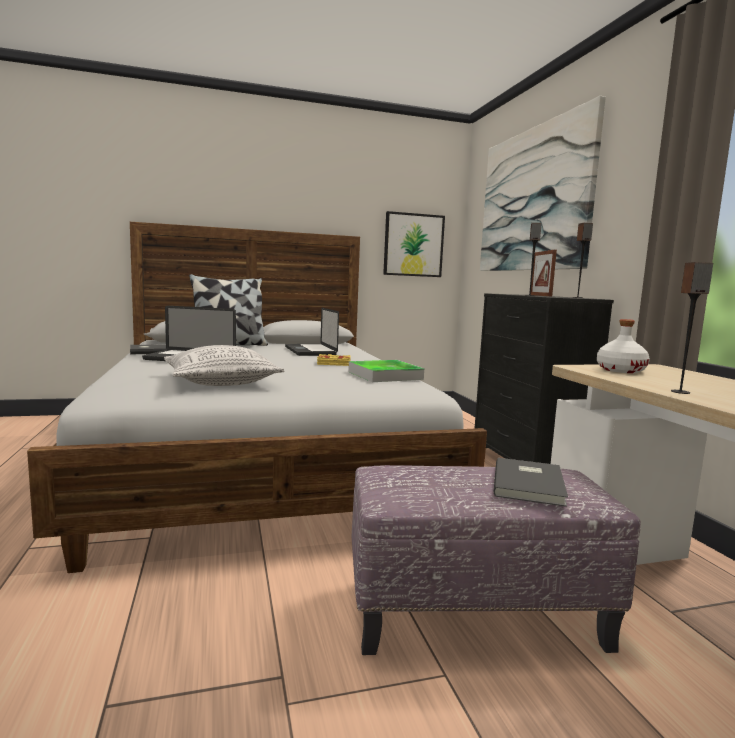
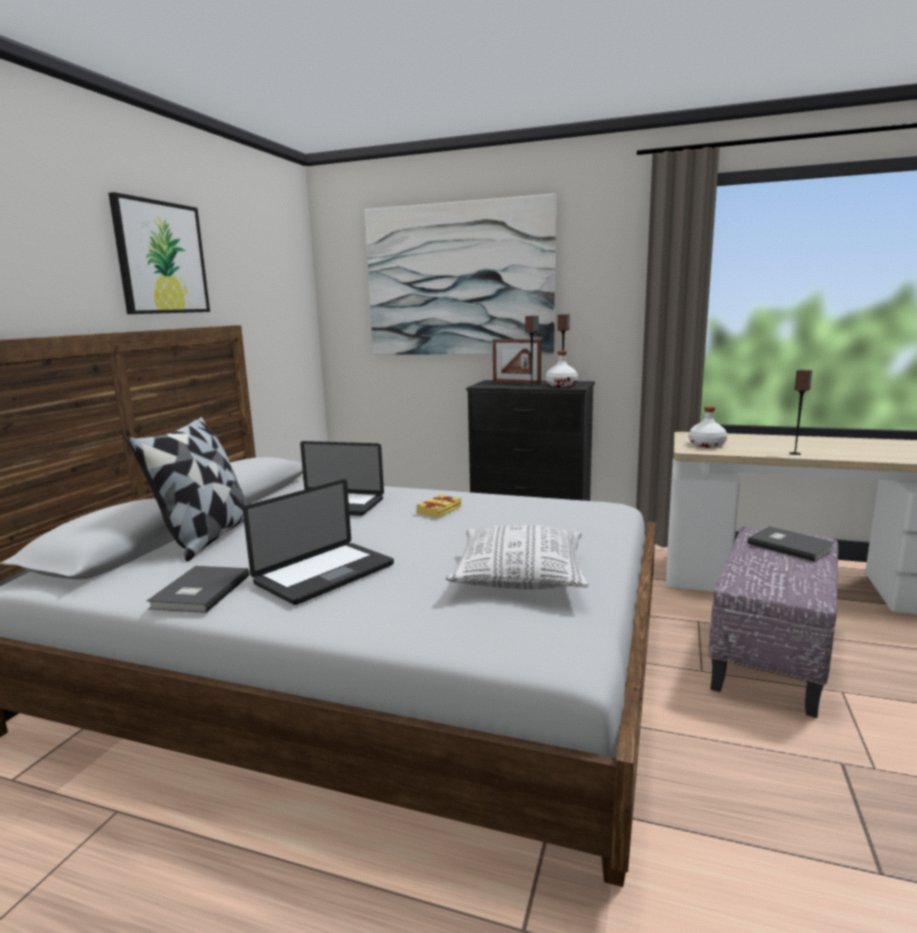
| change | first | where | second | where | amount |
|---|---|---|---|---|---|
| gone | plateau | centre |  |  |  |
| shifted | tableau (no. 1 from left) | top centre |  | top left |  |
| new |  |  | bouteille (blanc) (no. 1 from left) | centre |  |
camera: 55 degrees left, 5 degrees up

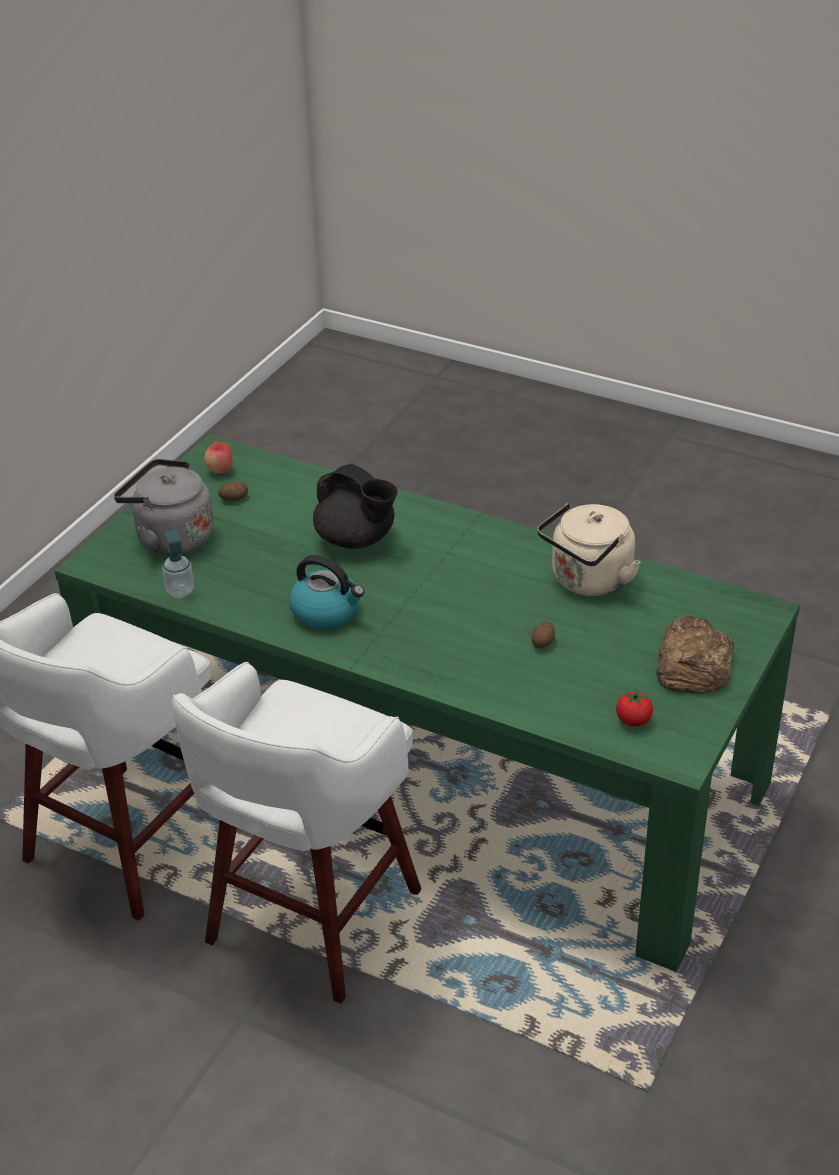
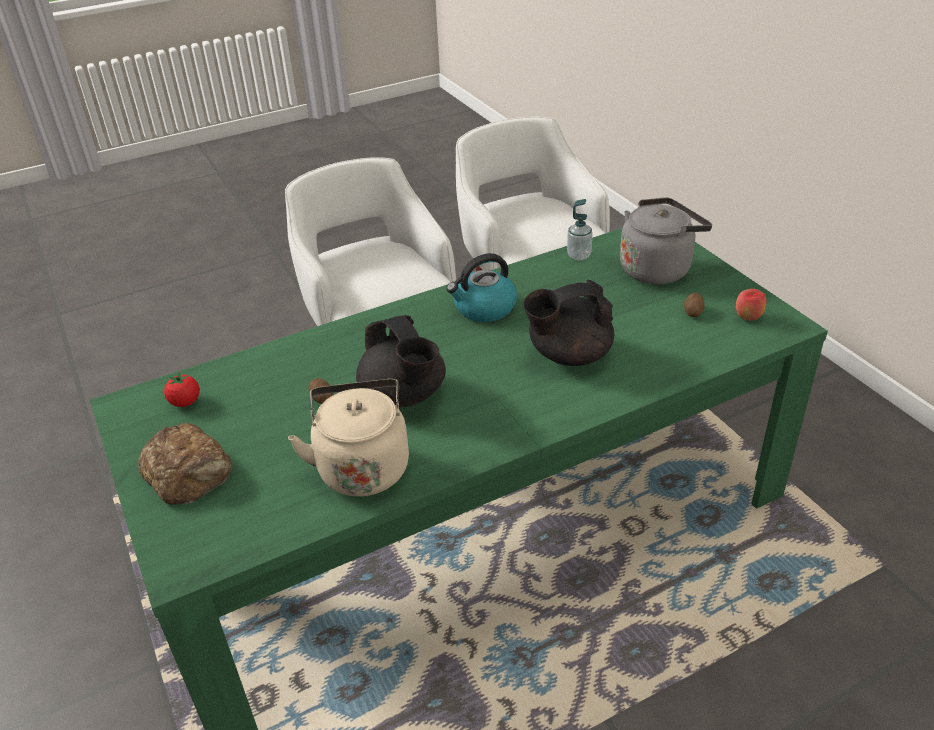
| change | first | where | second | where | amount |
|---|---|---|---|---|---|
| new |  |  | théière (noir) (no. 1 from left) | centre |  |
camera: 125 degrees right, 0 degrees up

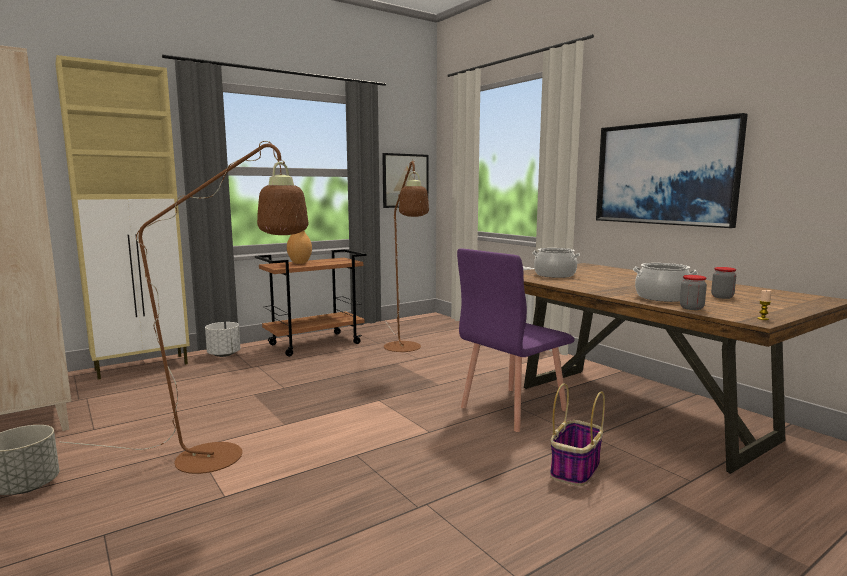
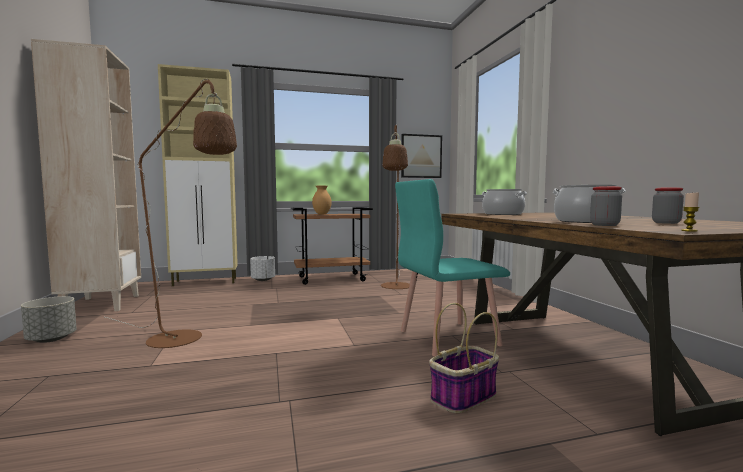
| change | first | where | second | where | amount |
|---|---|---|---|---|---|
| repainted | chaise (violet) | centre | chaise (turquoise) | centre |  |
| gone | tableau (no. 2 from left) | top right |  |  |  |
camera: 20 degrees right, 5 degrees down

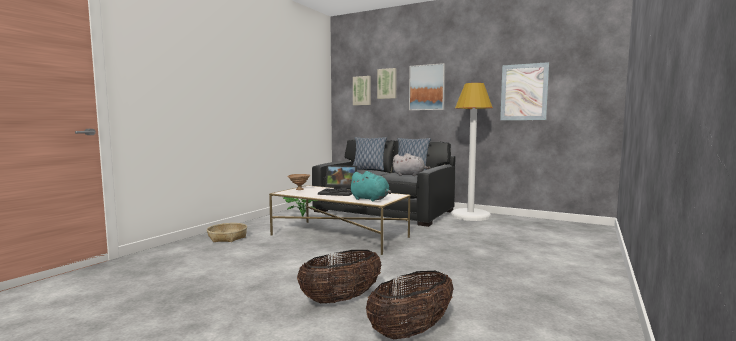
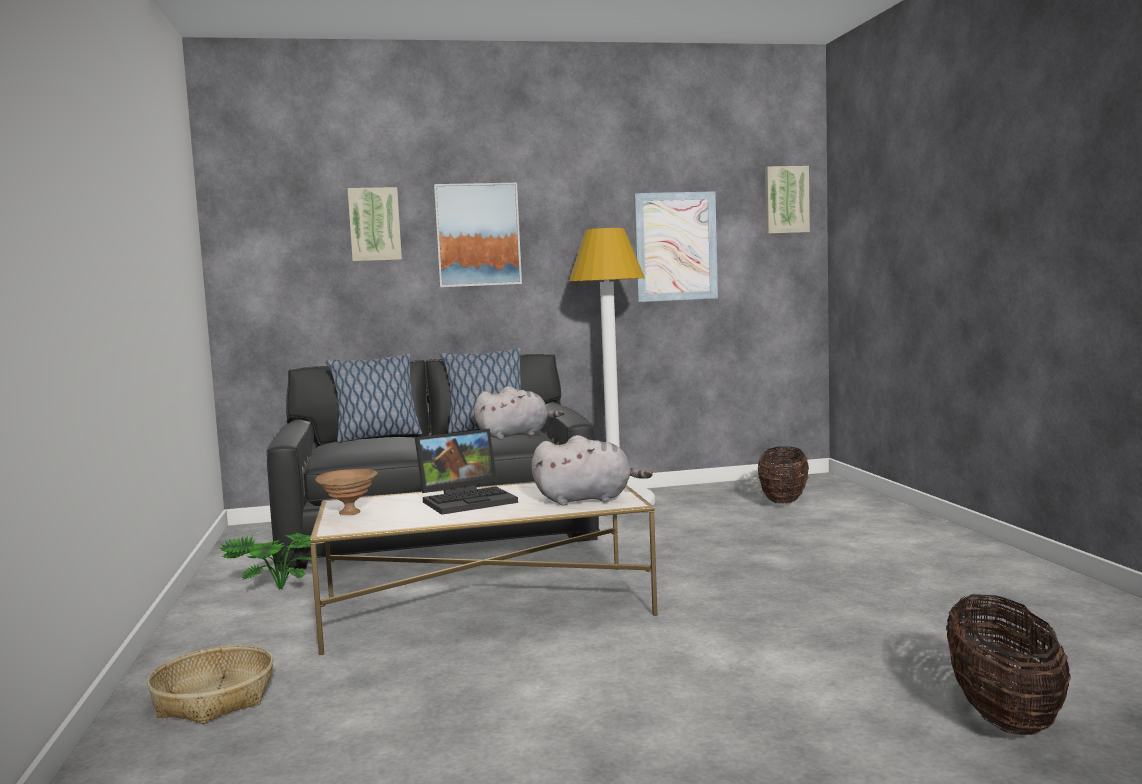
| change | first | where | second | where | amount |
|---|---|---|---|---|---|
| shifted | panier (no. 2 from left) | bottom centre |  | middle right |  |
| repainted | peluche (turquoise) | centre | peluche (gris) (no. 2 from left) | centre |  |
| shifted | tableau (no. 1 from left in the first image) | top centre | tableau (no. 4 from left) | top right |  |
camera: 40 degrees left, 0 degrees up

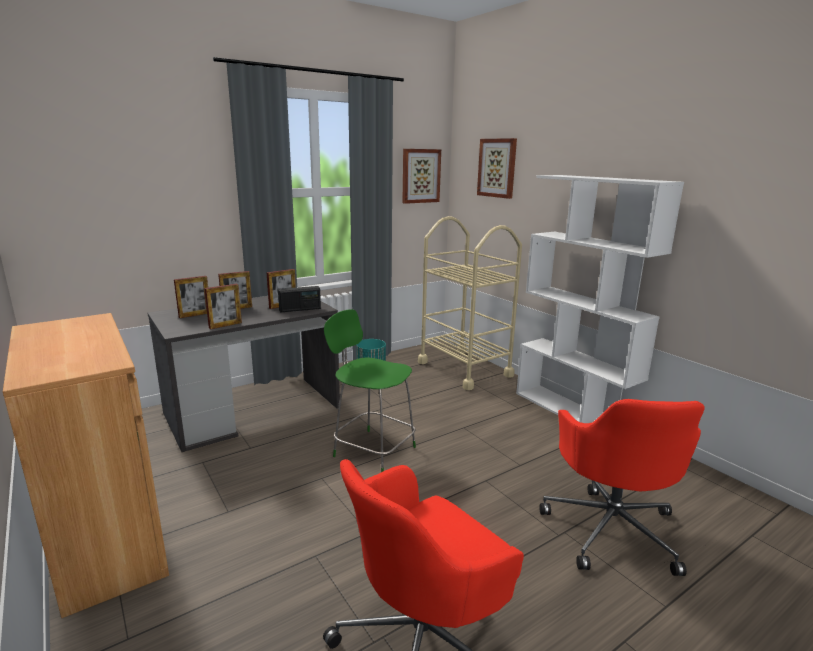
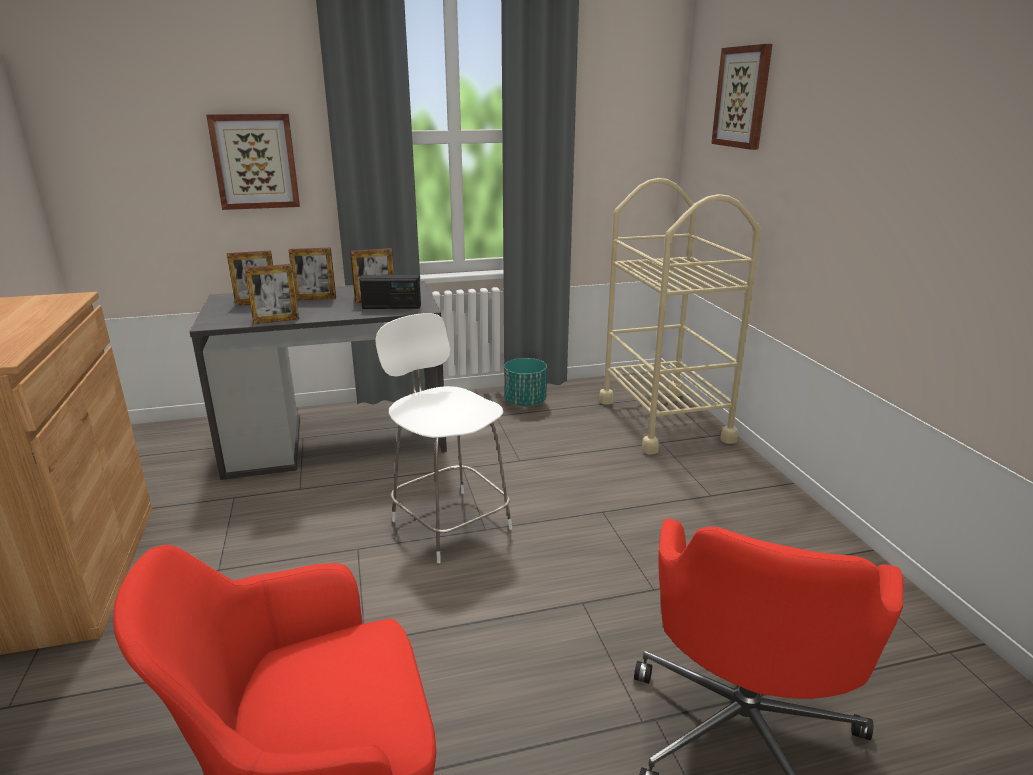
| change | first | where | second | where | amount |
|---|---|---|---|---|---|
| repainted | chaise (vert) | centre | chaise (blanc) | centre |  |
| shifted | tableau (no. 1 from left) | top centre |  | top left |  |
| gone | bibliothèque (blanc) | middle right |  |  |  |
camera: 20 degrees right, 5 degrees up

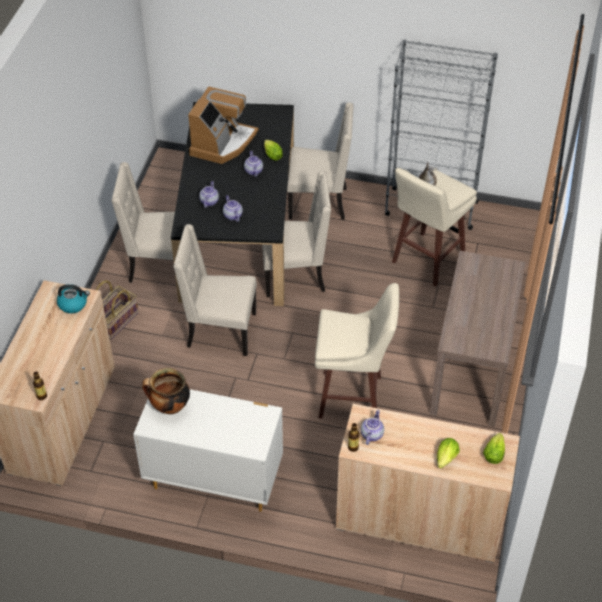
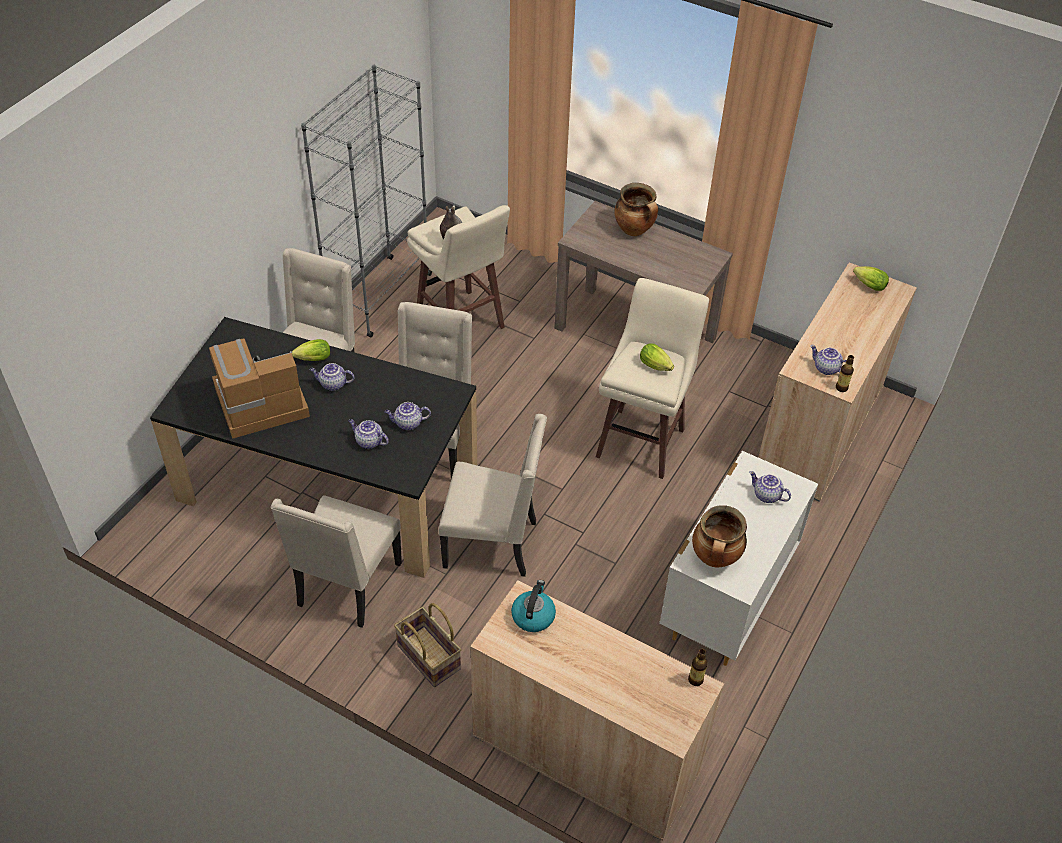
| change | first | where | second | where | amount |
|---|---|---|---|---|---|
| rotated | chaise (beige) (no. 2 from left in the first image) | centre | chaise (beige) (no. 4 from left) | centre | 105 degrees counterclockwise |
| rotated | machine à café | top centre |  | middle left | 60 degrees counterclockwise |
| shifted | laitue (no. 2 from left) | bottom right |  | centre |  |
| new |  |  | marmite (no. 1 from left) | top centre |  |
| new |  |  | théière (no. 4 from left) | middle right |  |
camera: 75 degrees left, 0 degrees up

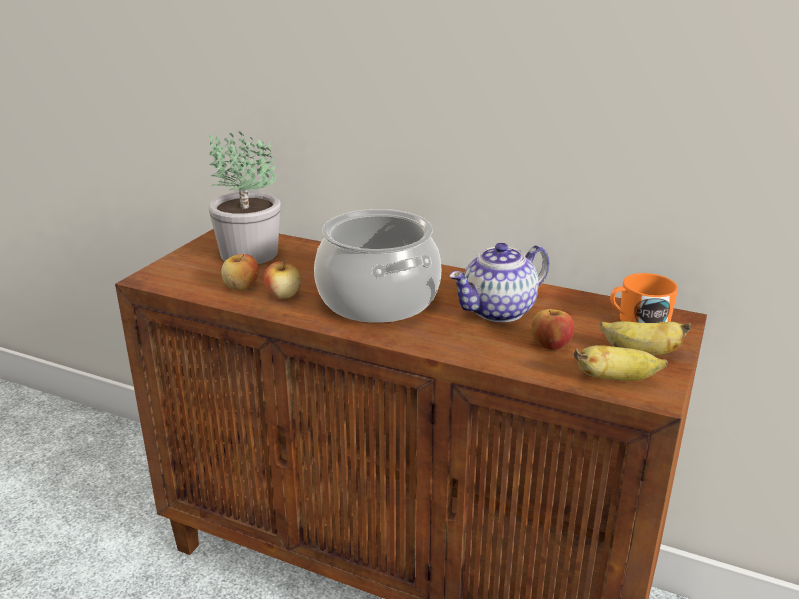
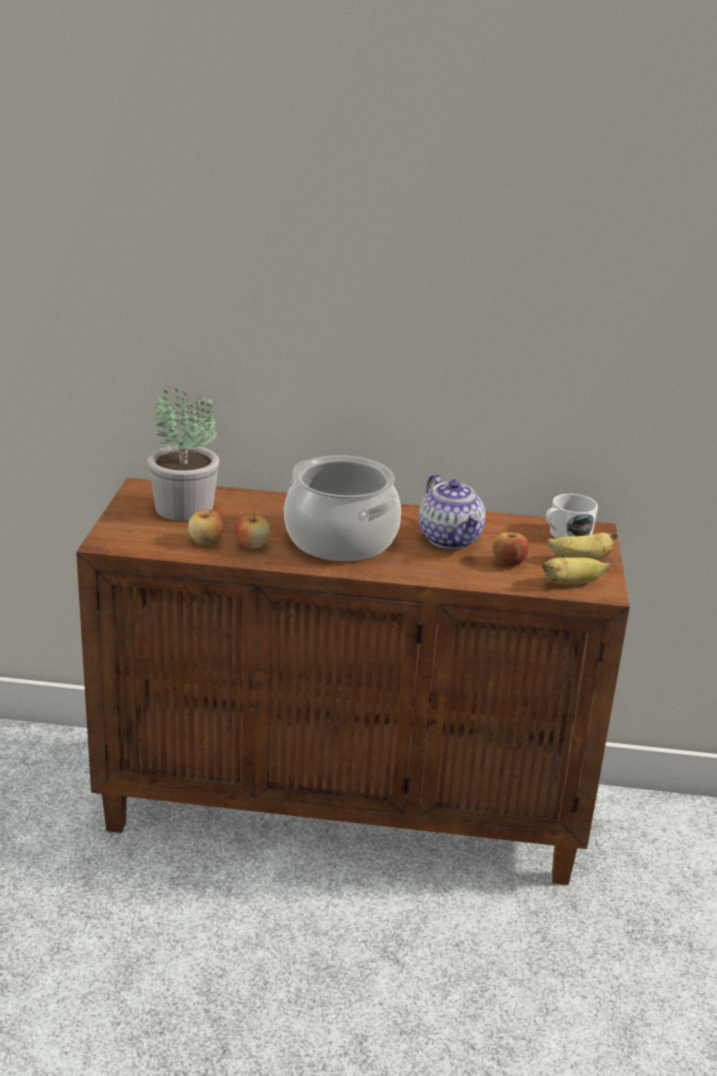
| change | first | where | second | where | amount |
|---|---|---|---|---|---|
| rotated | théière | centre |  | centre | 60 degrees counterclockwise |
| repainted | mug (orange) | middle right | mug (blanc) | middle right |  |
camera: 20 degrees left, 0 degrees up

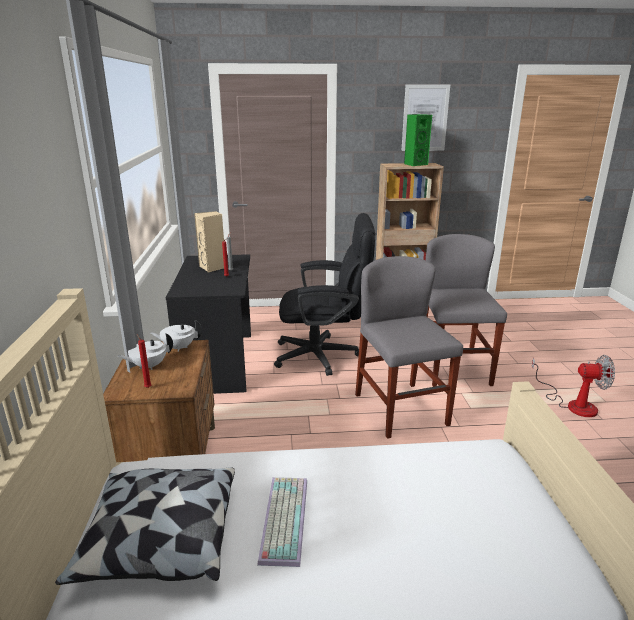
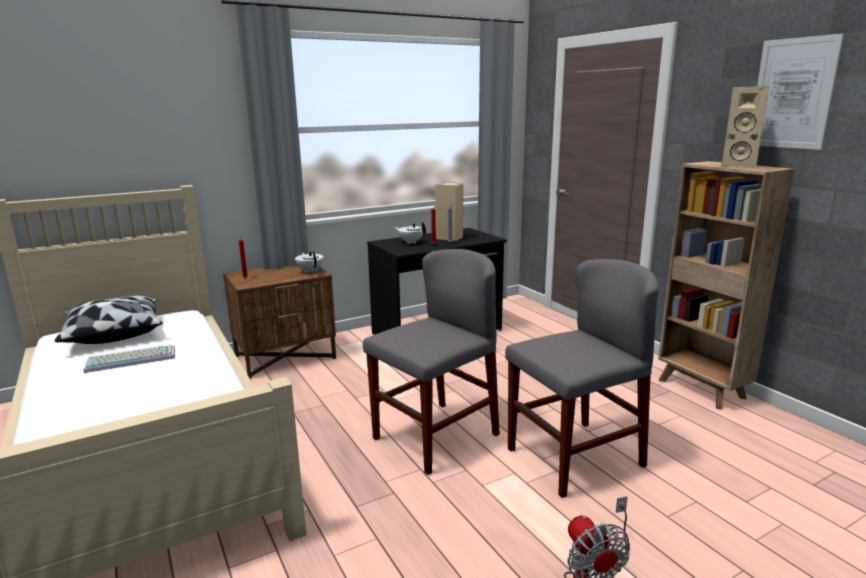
| change | first | where | second | where | amount |
|---|---|---|---|---|---|
| shifted | théière (blanc) (no. 1 from left in the first image) | middle left | théière (blanc) (no. 2 from left) | centre |  |
| gone | chaise de bureau (noir) | centre |  |  |  |
| repainted | enceinte (vert) | top centre | enceinte (beige) (no. 2 from left) | top right |  |
camera: 65 degrees right, 5 degrees down

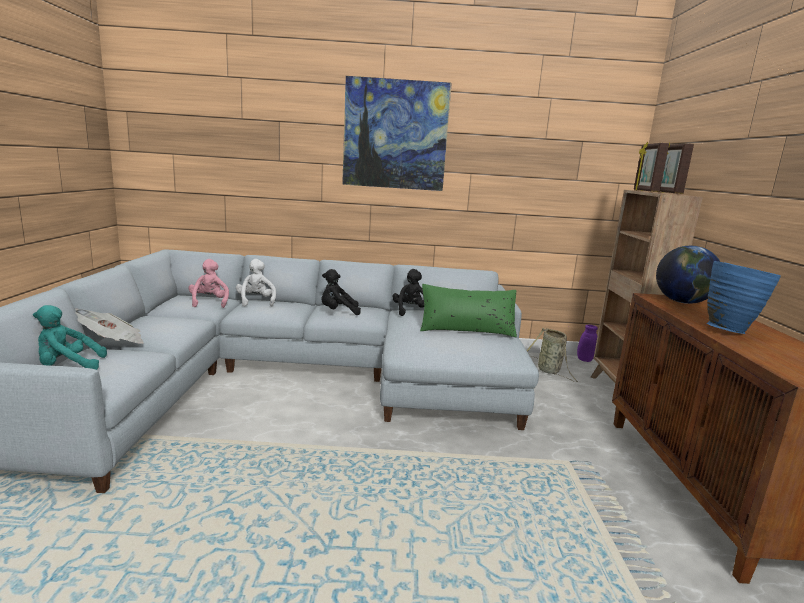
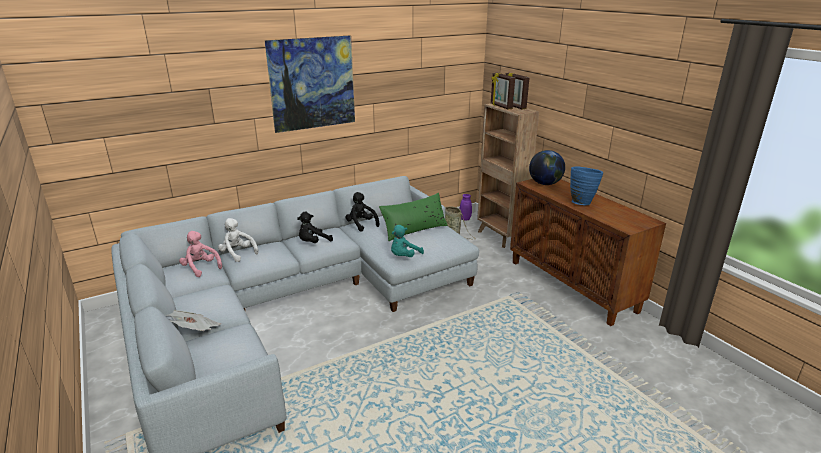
| change | first | where | second | where | amount |
|---|---|---|---|---|---|
| shifted | peluche (turquoise) | middle left |  | centre |  |
camera: 30 degrees left, 10 degrees up

